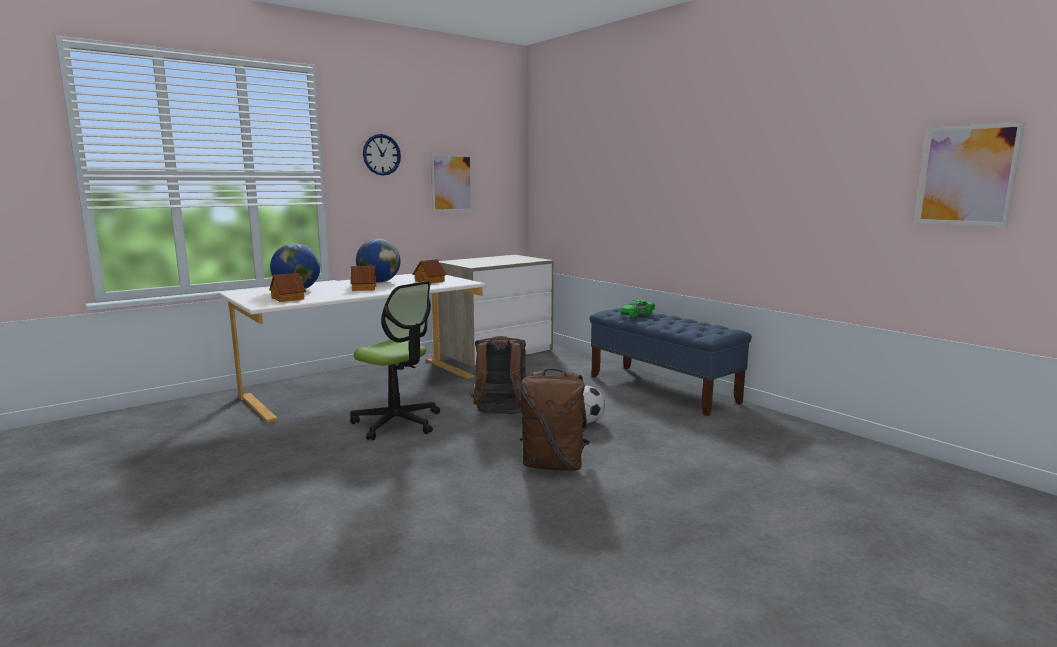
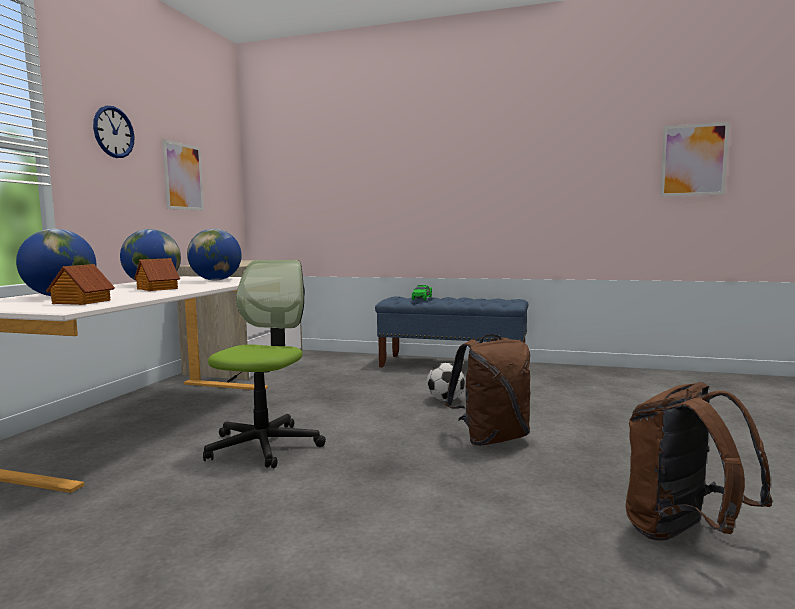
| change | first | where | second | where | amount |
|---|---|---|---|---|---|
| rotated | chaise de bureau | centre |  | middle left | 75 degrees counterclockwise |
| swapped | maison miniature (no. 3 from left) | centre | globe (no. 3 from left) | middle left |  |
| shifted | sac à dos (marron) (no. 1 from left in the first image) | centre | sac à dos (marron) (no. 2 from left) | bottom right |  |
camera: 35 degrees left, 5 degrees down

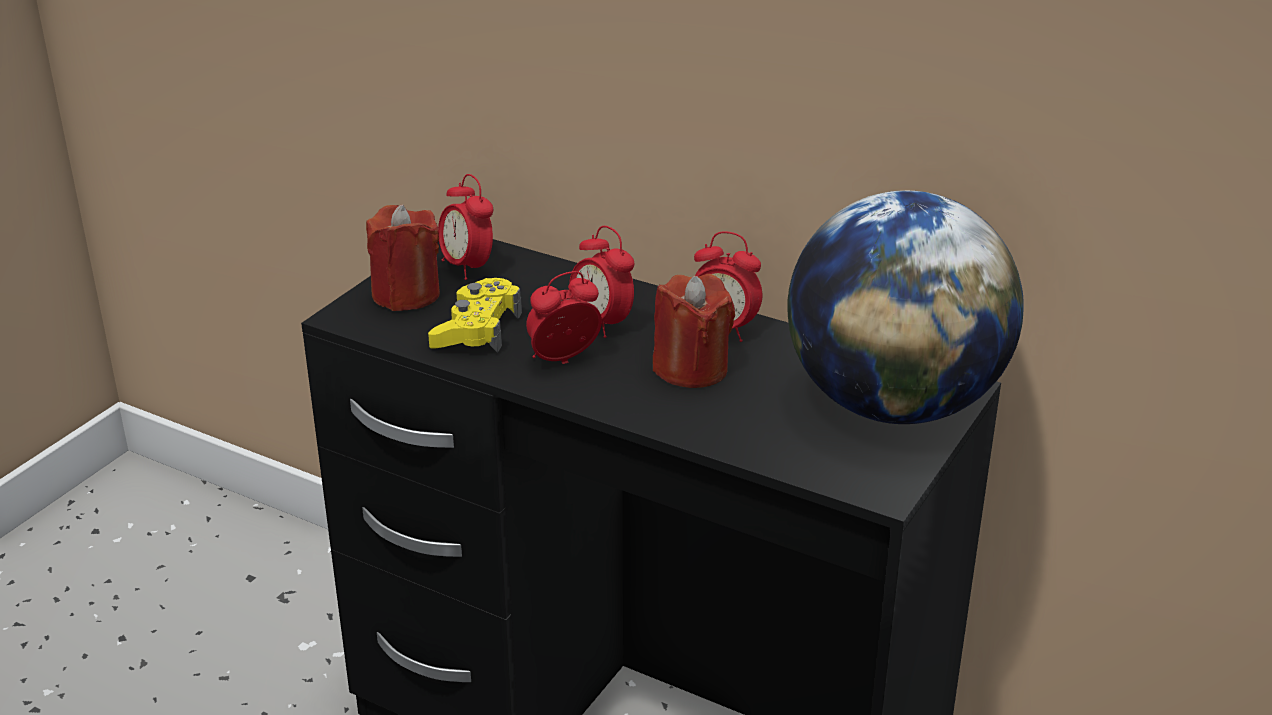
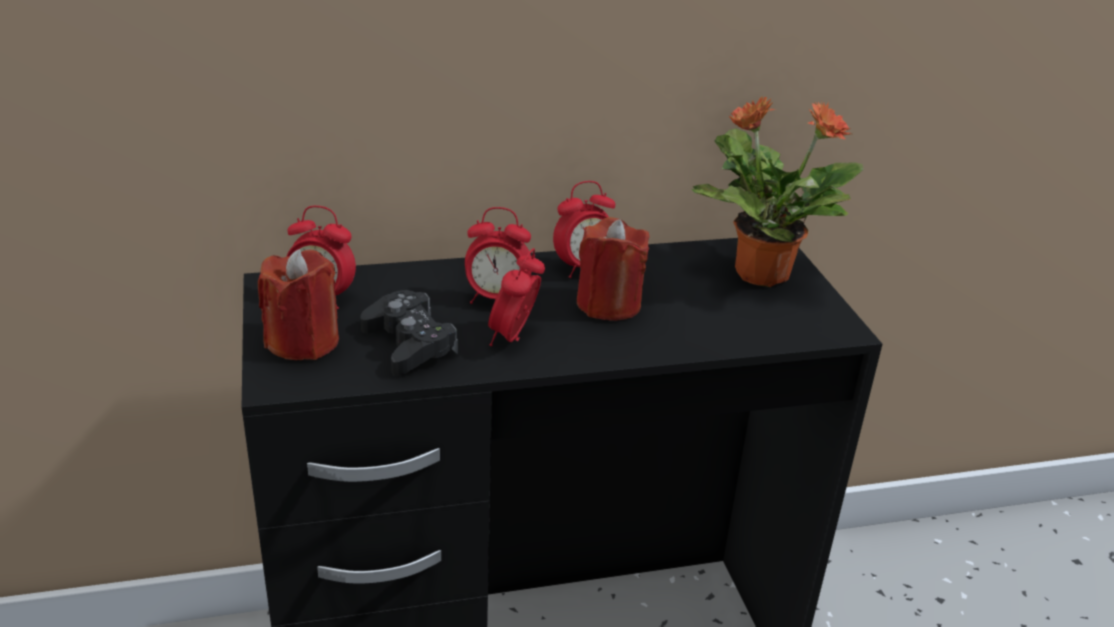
| change | first | where | second | where | amount |
|---|---|---|---|---|---|
| repainted | manette (jaune) | centre | manette (noir) | centre |  |
| swapped | globe | middle right | plante en pot | top right |  |
camera: 45 degrees left, 0 degrees up

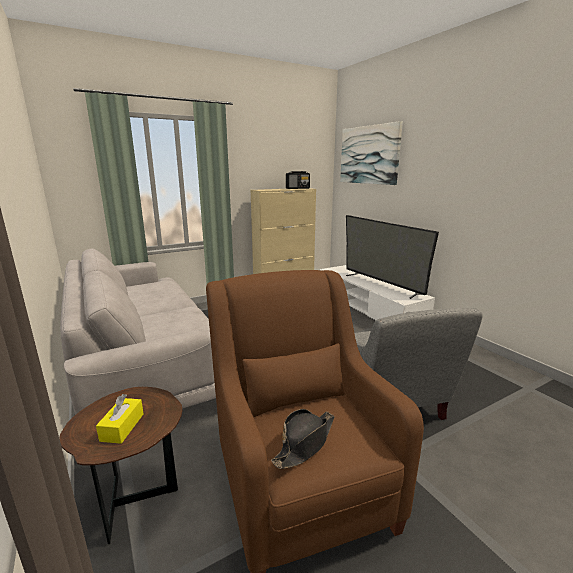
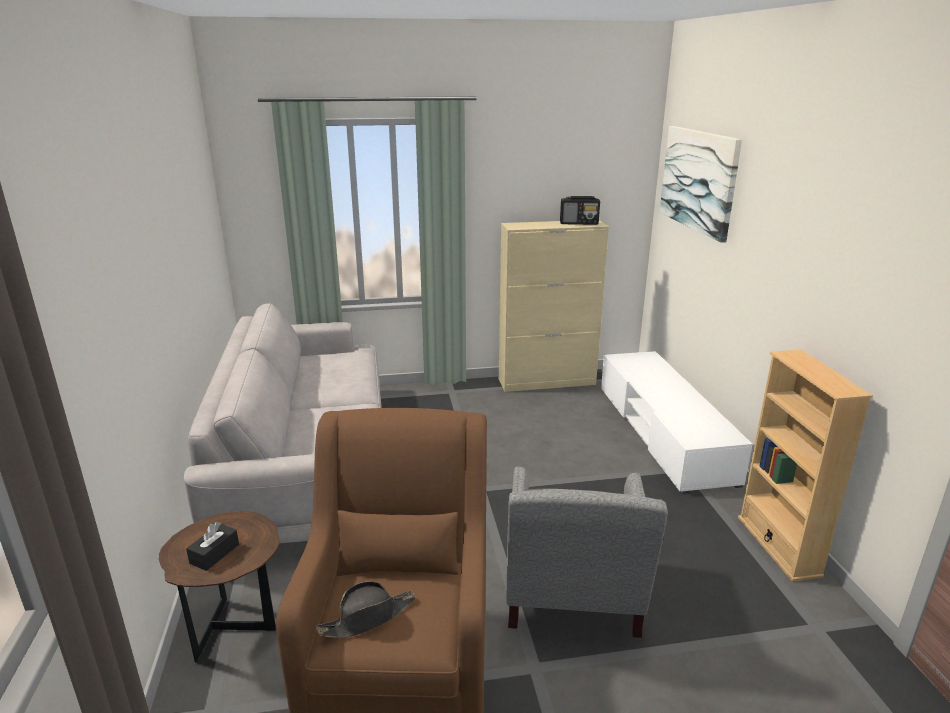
| change | first | where | second | where | amount |
|---|---|---|---|---|---|
| repainted | boîte à mouchoirs (jaune) | bottom left | boîte à mouchoirs (noir) | bottom left |  |
| gone | téléviseur | middle right |  |  |  |
| new |  |  | bibliothèque (beige) | middle right |  |
camera: 20 degrees right, 5 degrees up

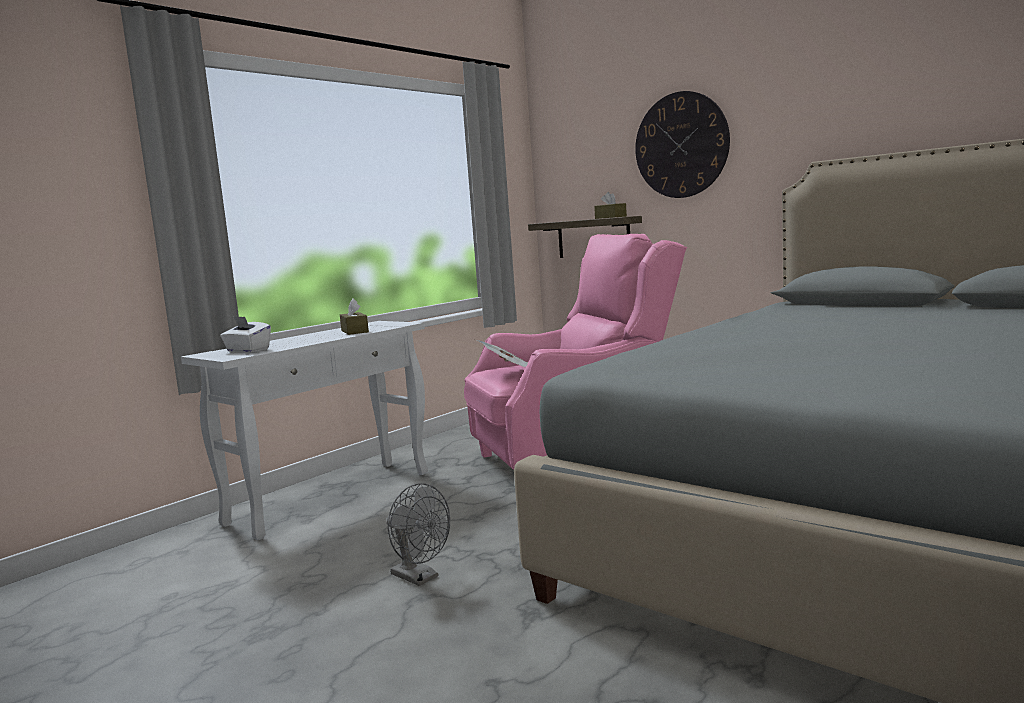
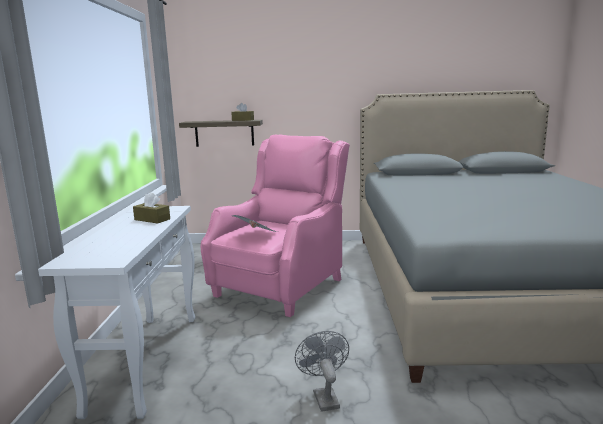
| change | first | where | second | where | amount |
|---|---|---|---|---|---|
| gone | boîte à mouchoirs (blanc) | middle left |  |  |  |
| rotated | ventilateur (gris) | bottom centre |  | bottom centre | 105 degrees counterclockwise |
| gone | horloge murale | top centre |  |  |  |
camera: 40 degrees left, 5 degrees up

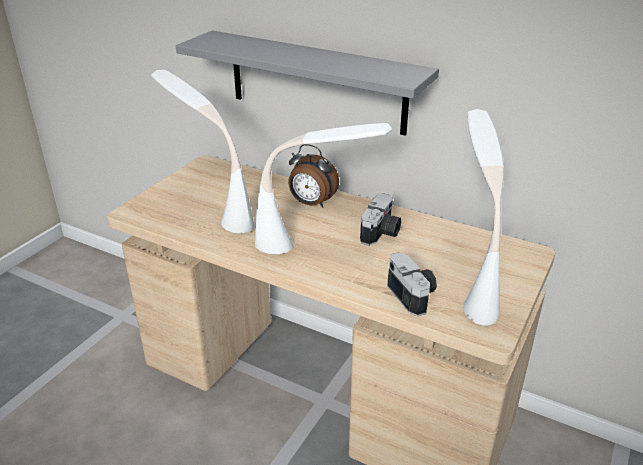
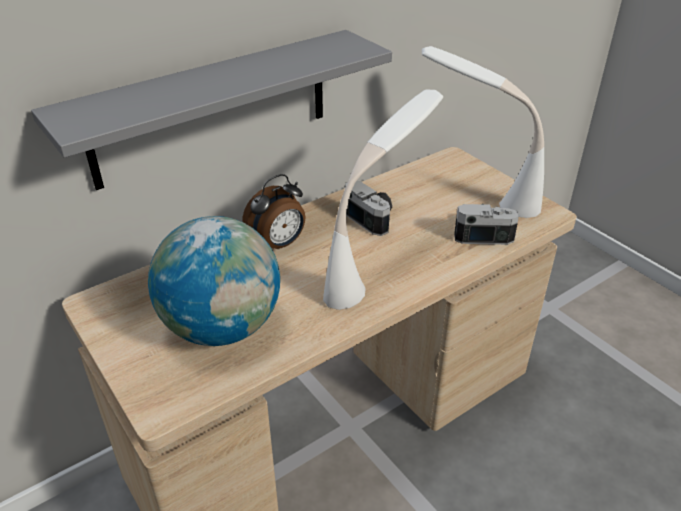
| change | first | where | second | where | amount |
|---|---|---|---|---|---|
| swapped | lampe de table (blanc) (no. 1 from left) | top left | globe | middle left |  |
camera: 65 degrees left, 5 degrees up

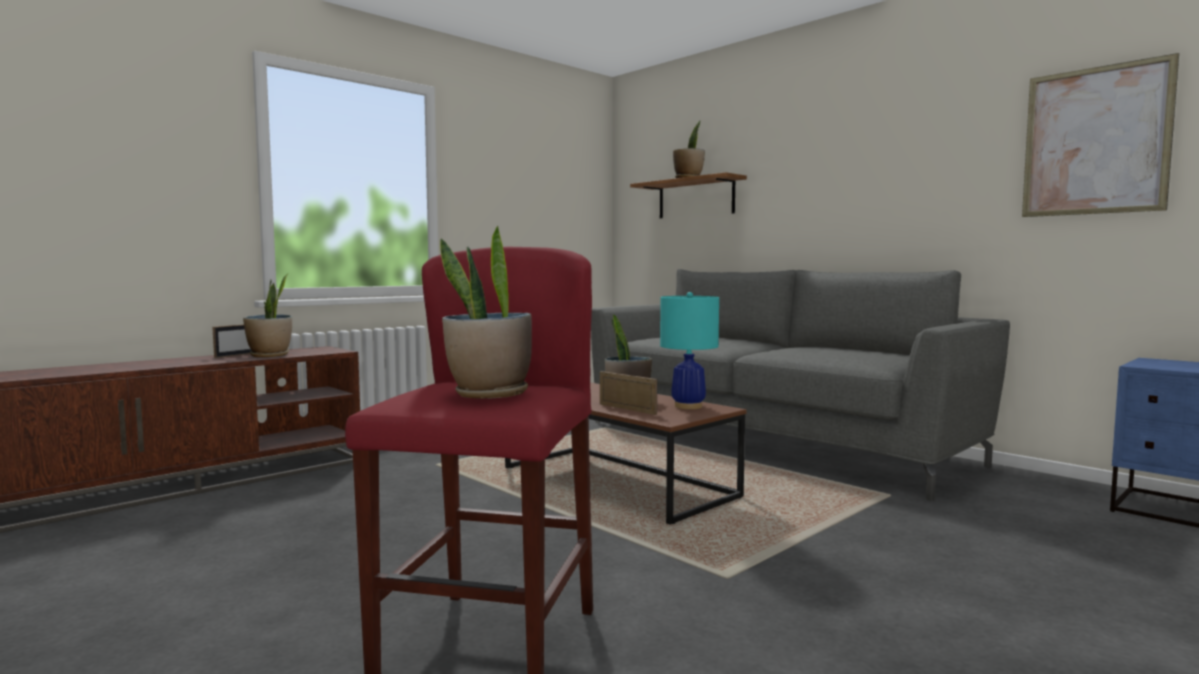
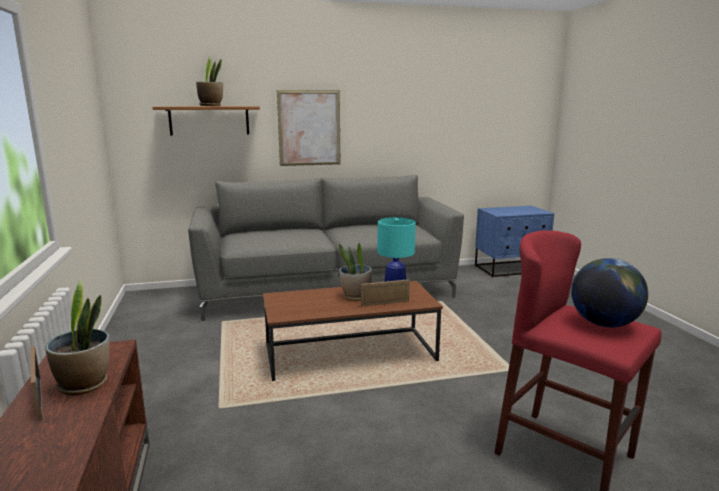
| change | first | where | second | where | amount |
|---|---|---|---|---|---|
| swapped | plante en pot (no. 2 from left) | centre | globe | middle right |  |
| shifted | tableau | top right |  | top centre |  |
camera: 60 degrees left, 10 degrees up

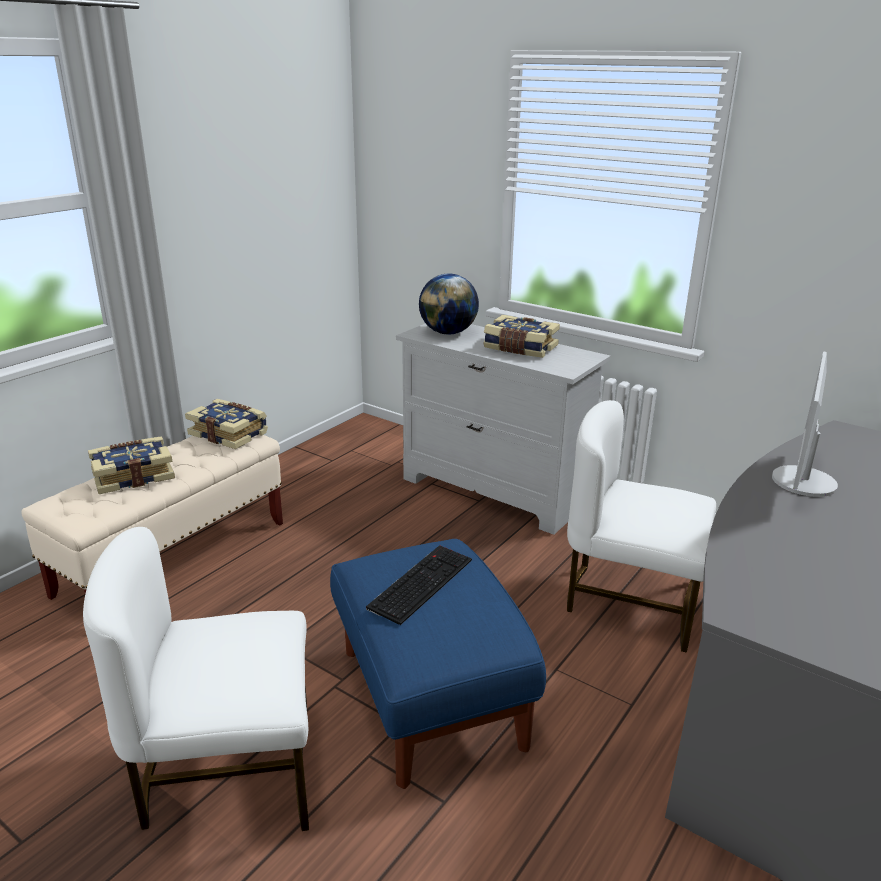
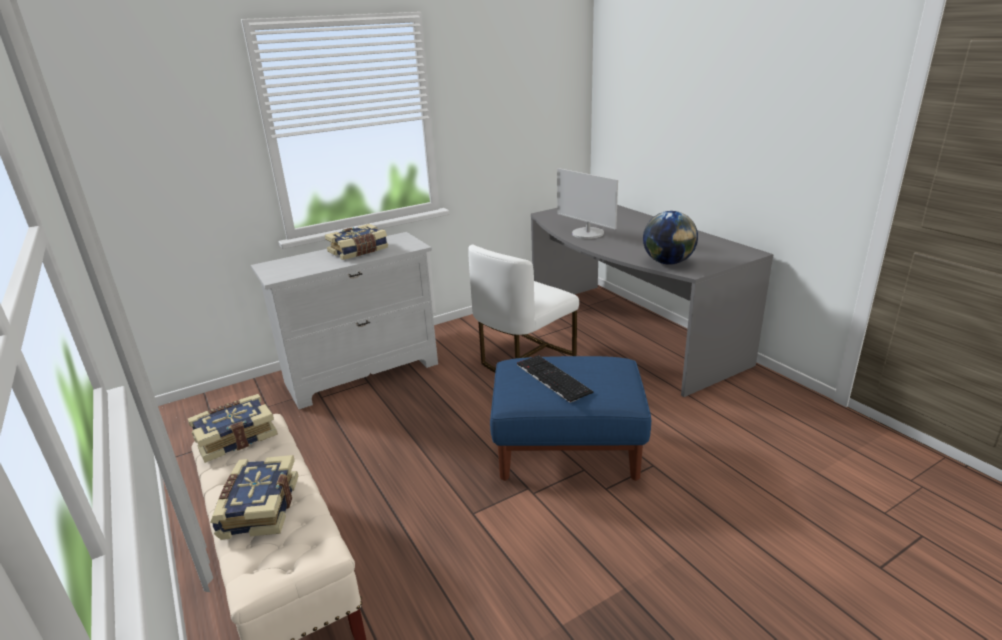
| change | first | where | second | where | amount |
|---|---|---|---|---|---|
| gone | chaise (blanc) (no. 1 from left) | bottom left |  |  |  |
| shifted | globe | centre |  | middle right |  |
camera: 65 degrees left, 0 degrees up

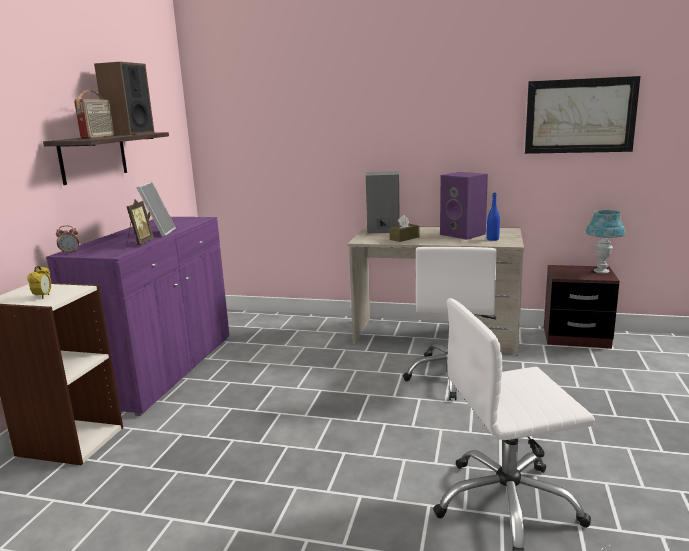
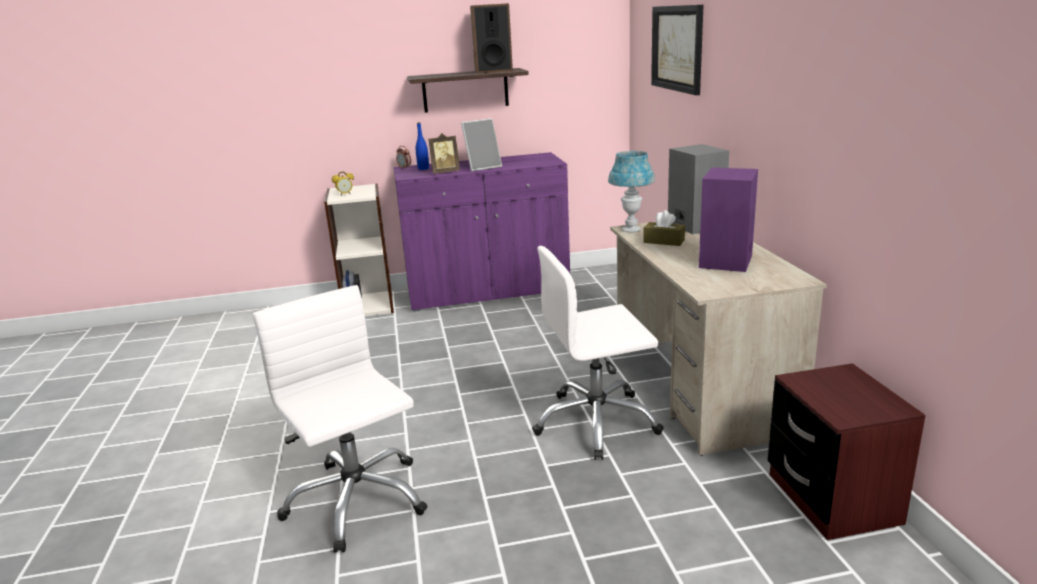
| change | first | where | second | where | amount |
|---|---|---|---|---|---|
| gone | radio | top left |  |  |  |
| shifted | bouteille (bleu) | middle right |  | top centre |  |
| shifted | tableau | top right |  | top centre |  |
| shifted | lampe de table (bleu) | middle right |  | top centre |  |
camera: 65 degrees right, 5 degrees up

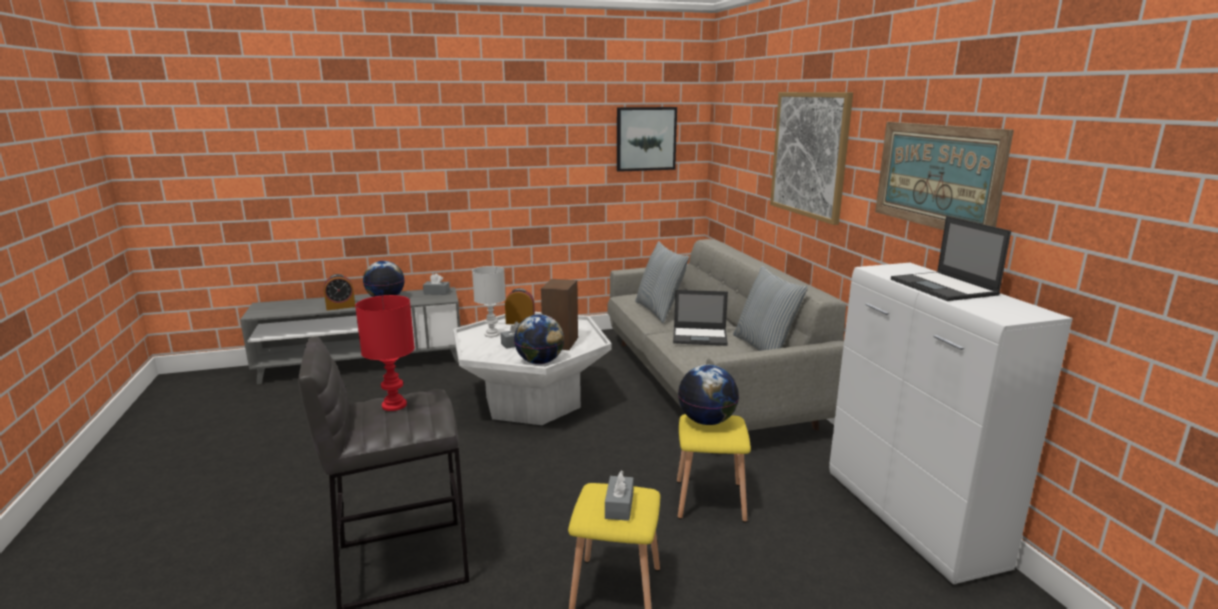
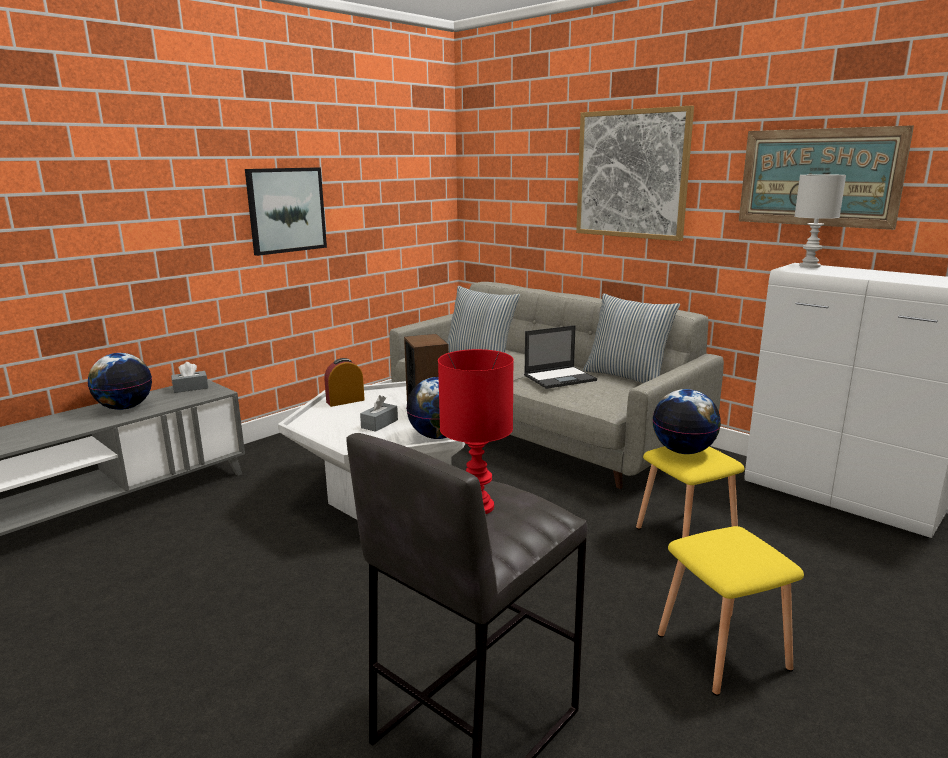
| change | first | where | second | where | amount |
|---|---|---|---|---|---|
| gone | réveil (no. 1 from left) | middle left |  |  |  |
| shifted | lampe de table (blanc) | centre |  | top right |  |
| gone | boîte à mouchoirs (gris) (no. 3 from left) | bottom centre |  |  |  |
| shifted | tableau (no. 1 from left) | top centre |  | top left |  |
| gone | ordinateur portable (no. 2 from left) | middle right |  |  |  |
camera: 30 degrees left, 0 degrees up

